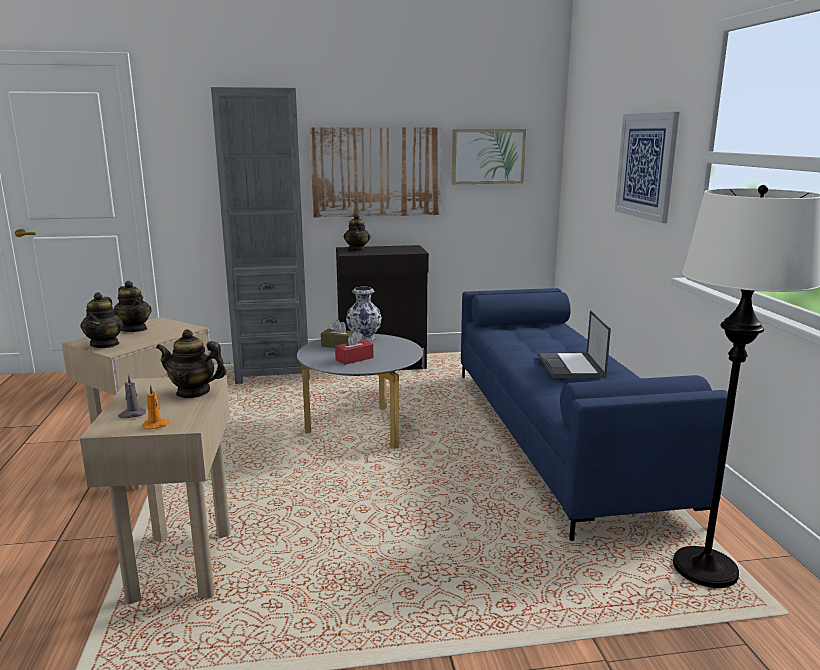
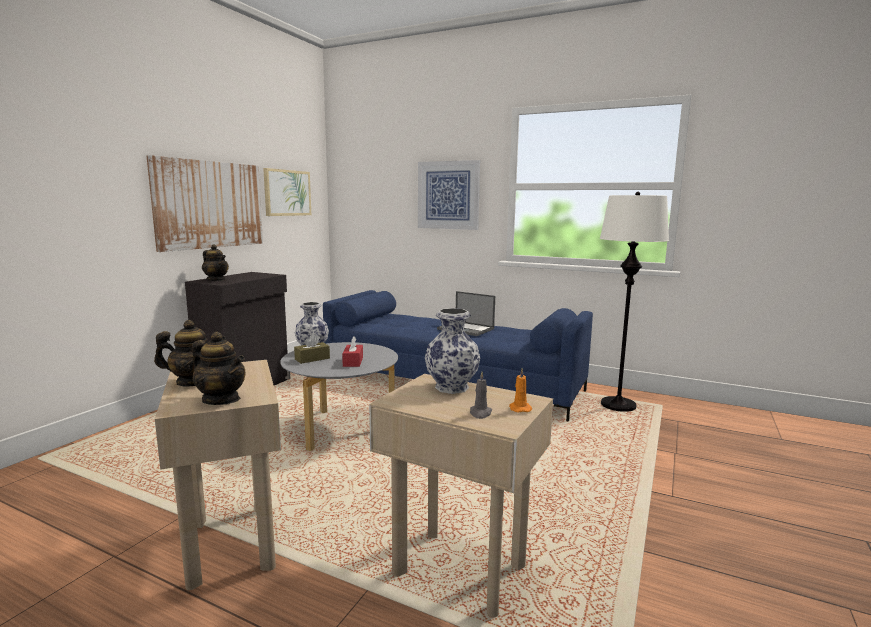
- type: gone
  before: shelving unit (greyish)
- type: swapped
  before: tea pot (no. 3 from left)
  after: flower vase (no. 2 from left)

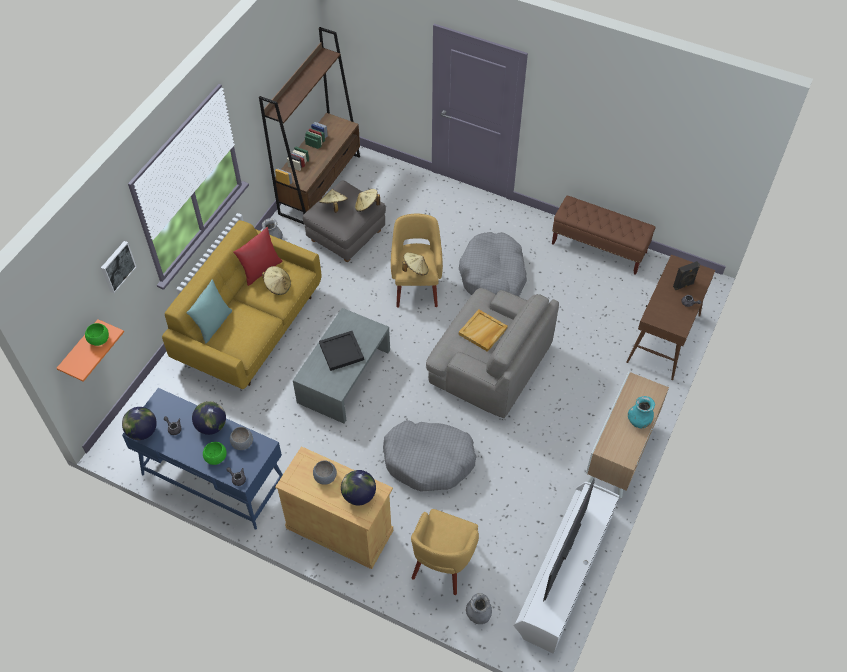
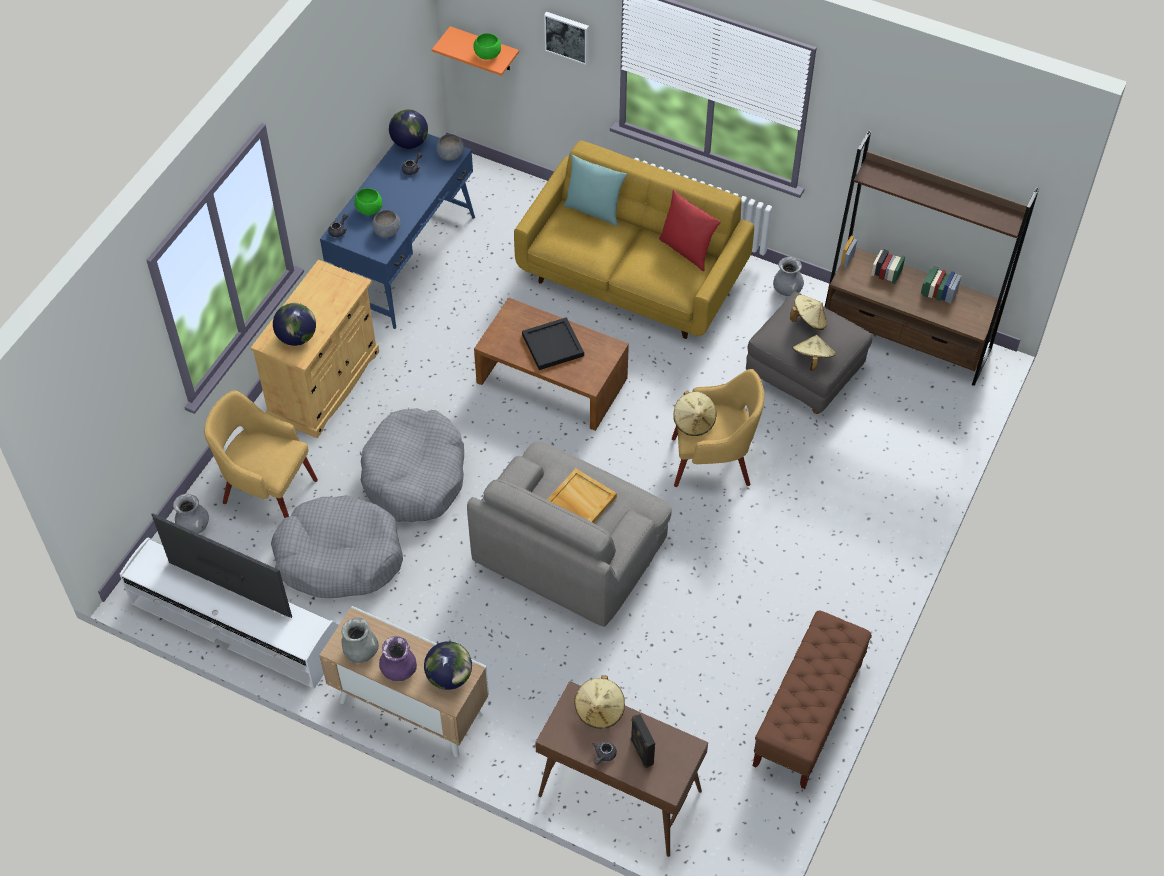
- type: new
  after: flower vase (greyish) (no. 2 from left)
- type: shifted
  before: globe (no. 2 from left in the first image)
  after: globe (no. 3 from left)
- type: shifted
  before: clothing hat (beige-coloured) (no. 1 from left)
- type: shifted
  before: bowl (greyish) (no. 2 from left)
- type: shifted
  before: pet bed (greyish) (no. 2 from left in the first image)
  after: pet bed (greyish) (no. 1 from left)
- type: repainted
  before: low table (greyish)
  after: low table (brown-coloured)
- type: repainted
  before: flower vase (turquoise-coloured)
  after: flower vase (purple-coloured)

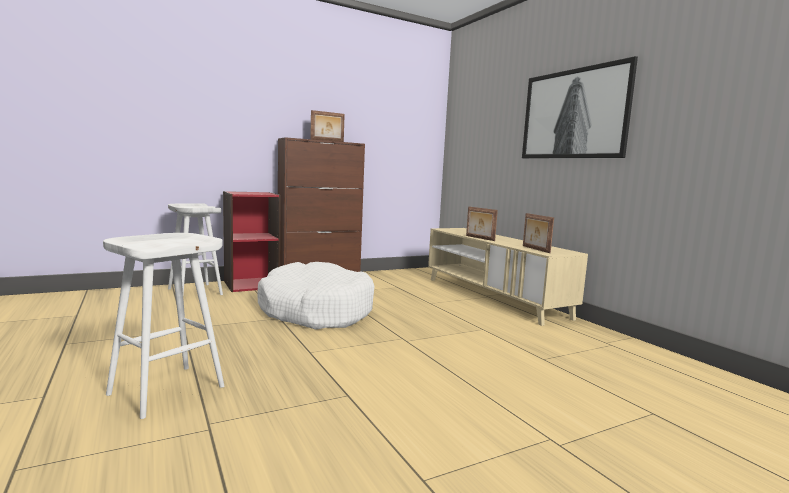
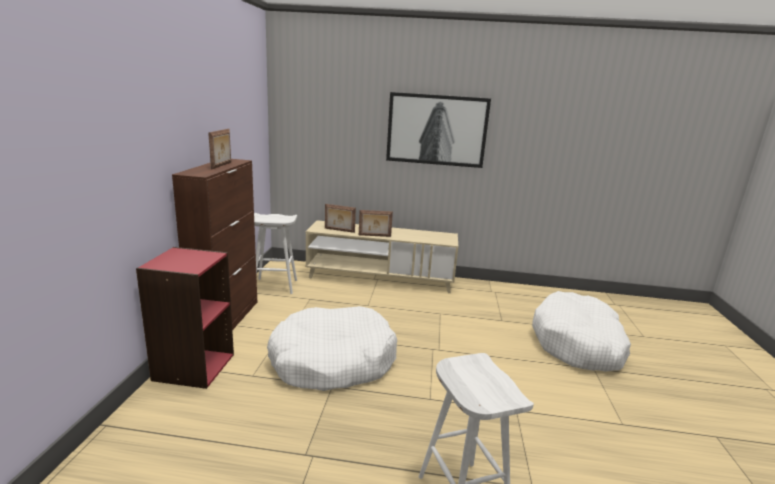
- type: new
  after: pet bed (white-coloured) (no. 2 from left)
- type: shifted
  before: stool (white-coloured) (no. 2 from left in the first image)
  after: stool (white-coloured) (no. 1 from left)
- type: shifted
  before: picture frame (no. 3 from left in the first image)
  after: picture frame (no. 2 from left)

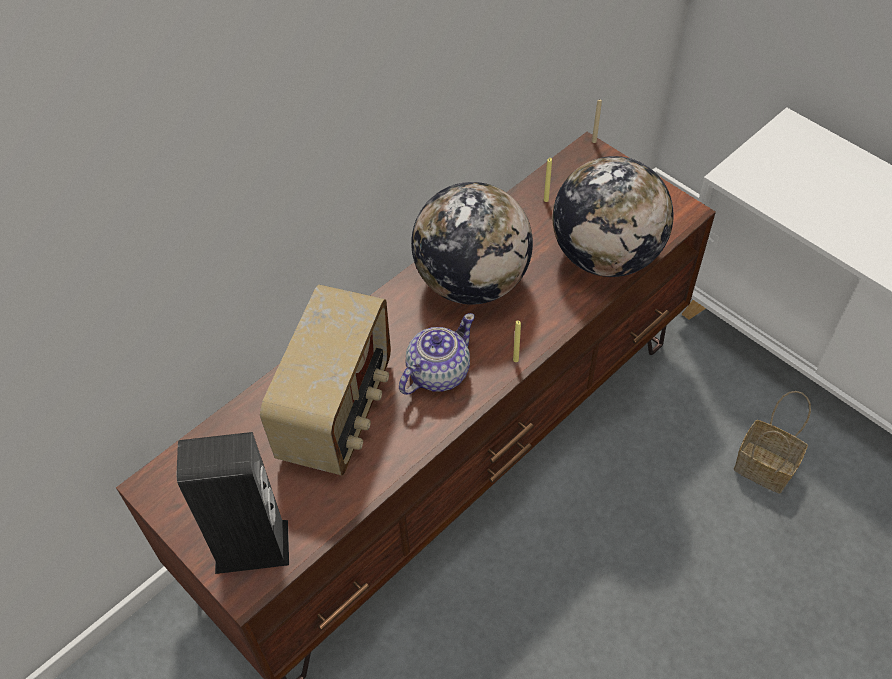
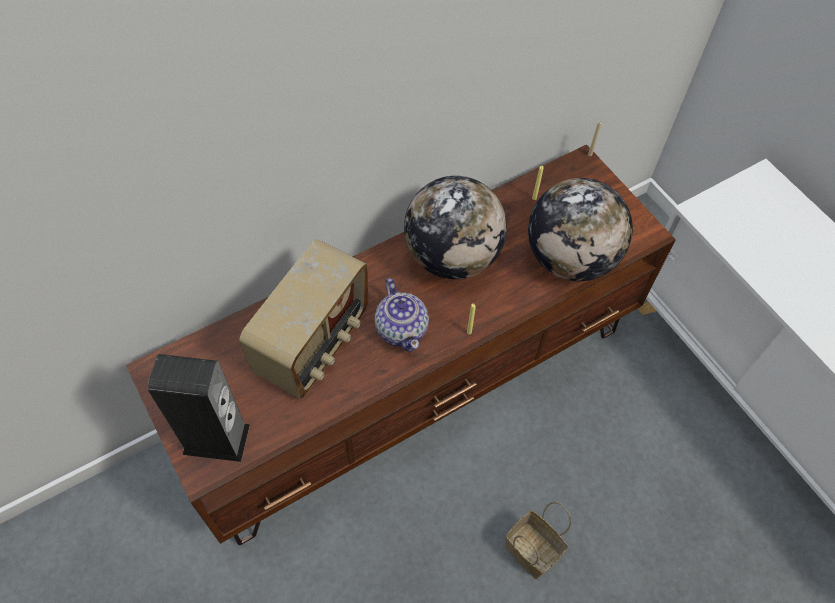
- type: shifted
  before: storage basket
- type: rotated
  before: tea pot
  turn: 105

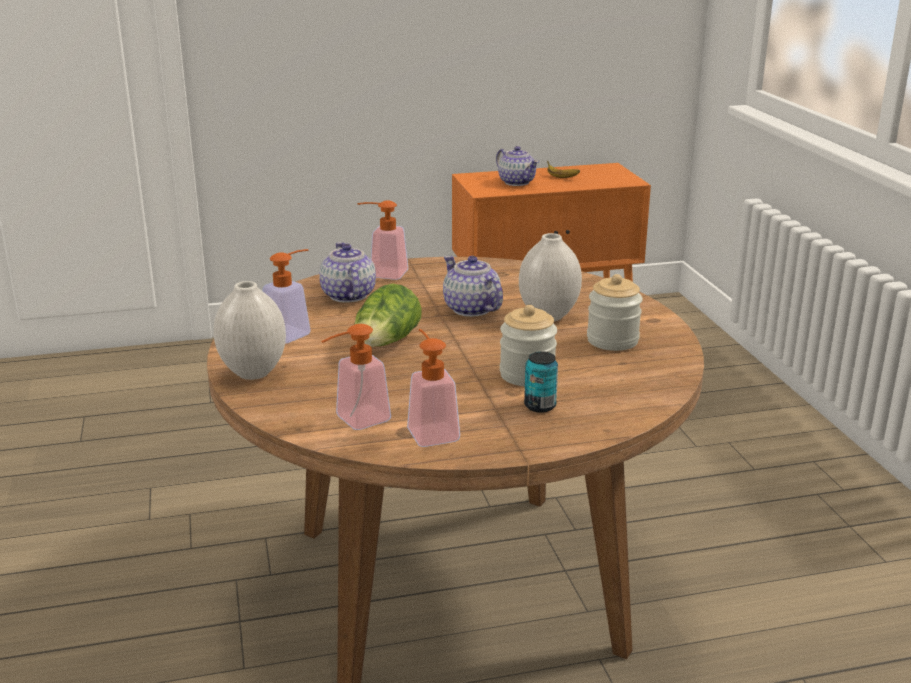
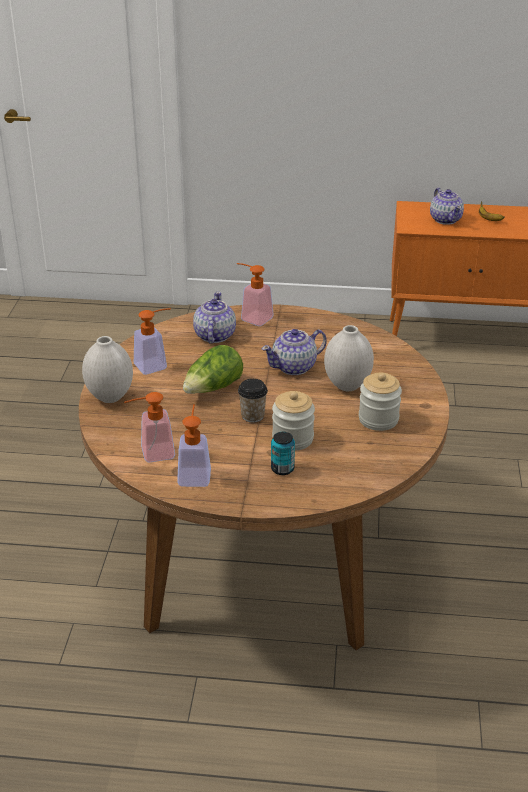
- type: new
  after: drinking cup
- type: rotated
  before: tea pot (no. 2 from left)
  turn: -105

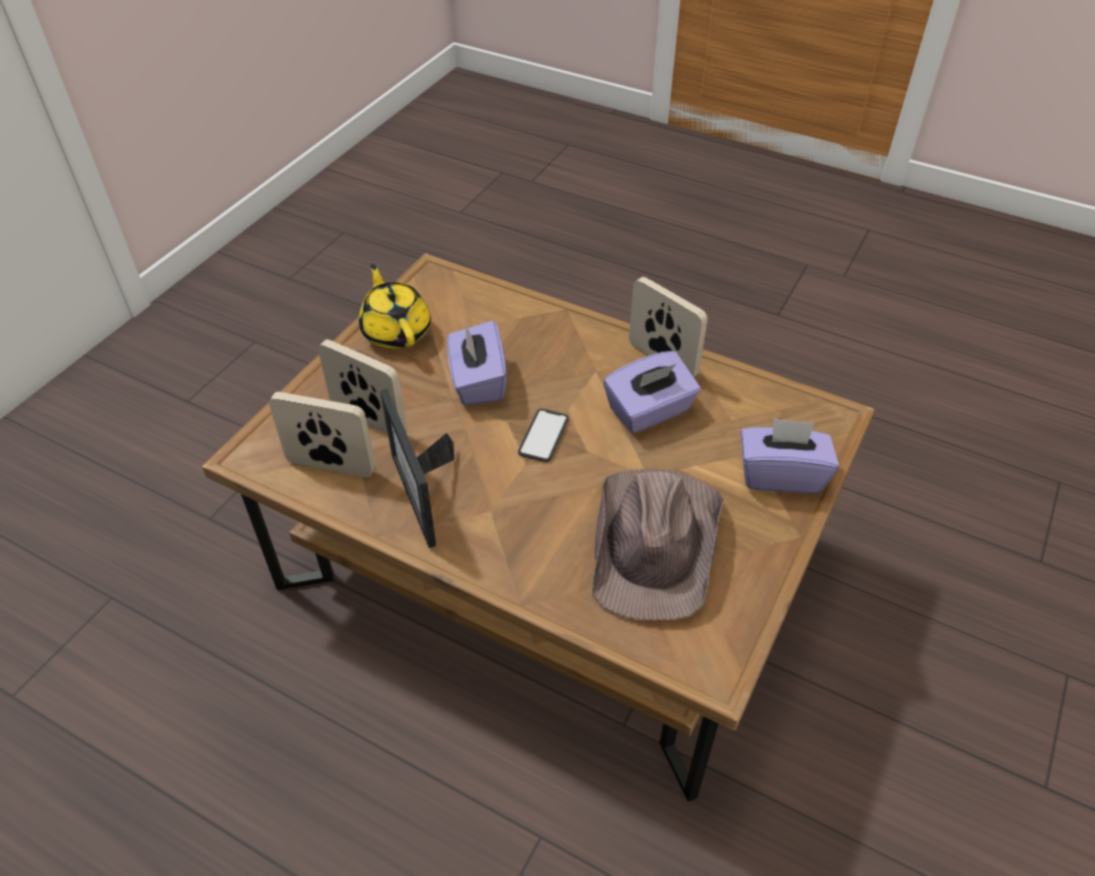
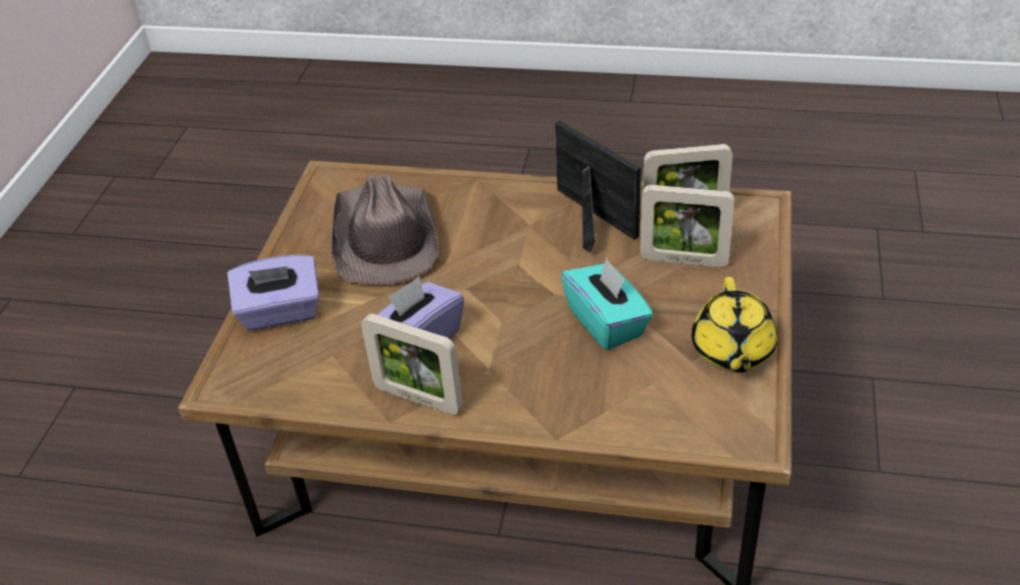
- type: gone
  before: telephone
- type: repainted
  before: box of tissues (purple-coloured) (no. 1 from left)
  after: box of tissues (turquoise-coloured)
- type: rotated
  before: tea pot (yellow-coloured)
  turn: 45

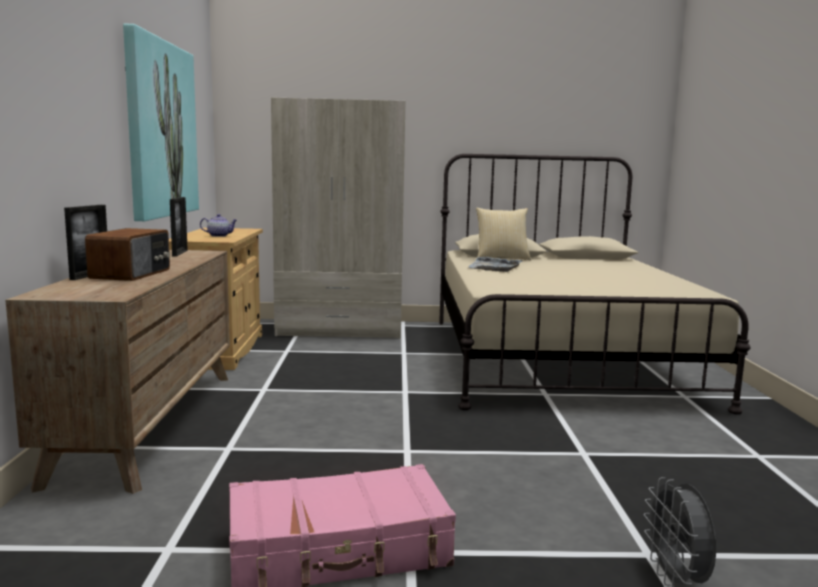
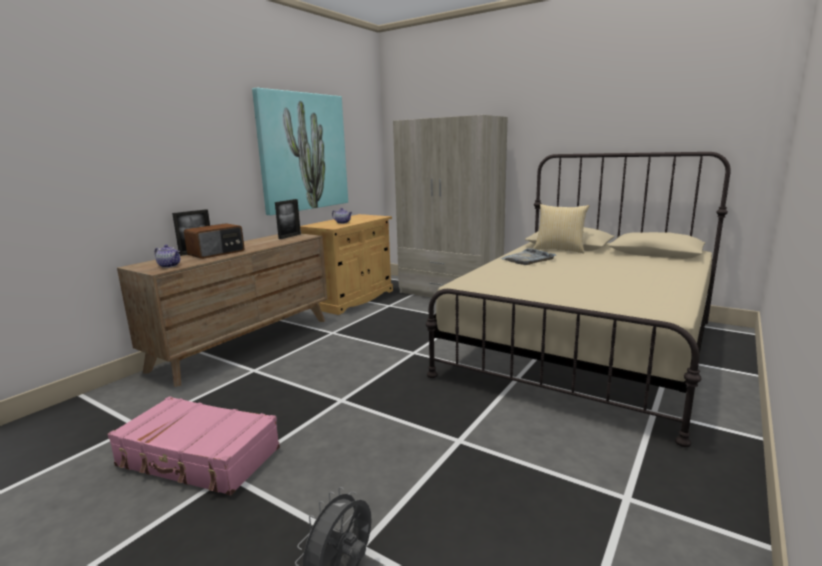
- type: new
  after: tea pot (no. 1 from left)

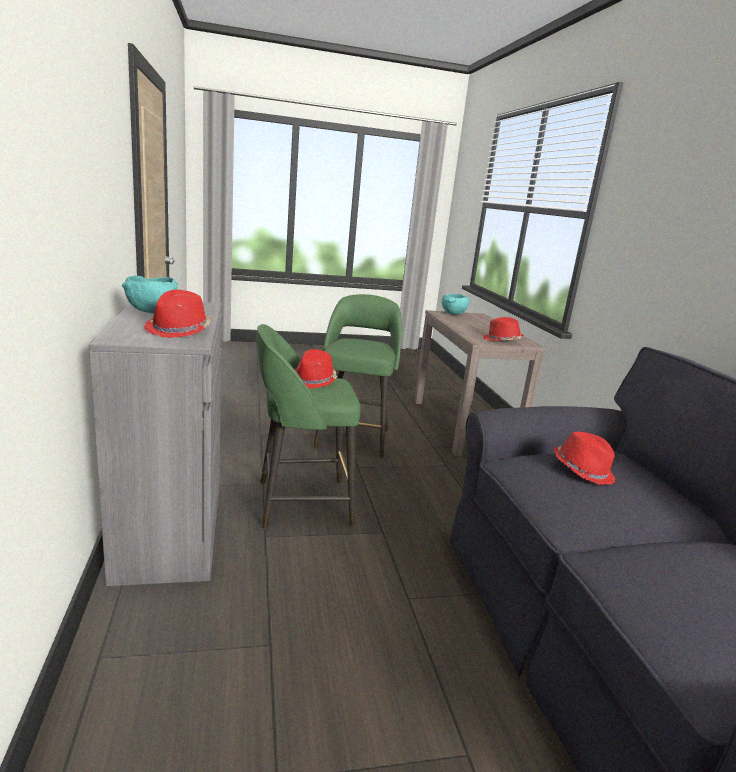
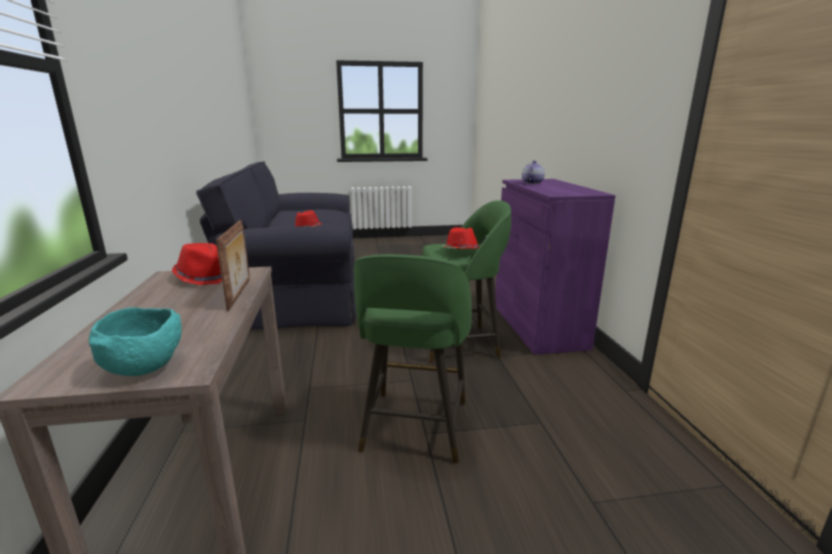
- type: gone
  before: bowl (turquoise-coloured) (no. 1 from left)
- type: new
  after: picture frame
- type: swapped
  before: clothing hat (red) (no. 1 from left)
  after: tea pot
- type: repainted
  before: cabinet (greyish)
  after: cabinet (purple-coloured)

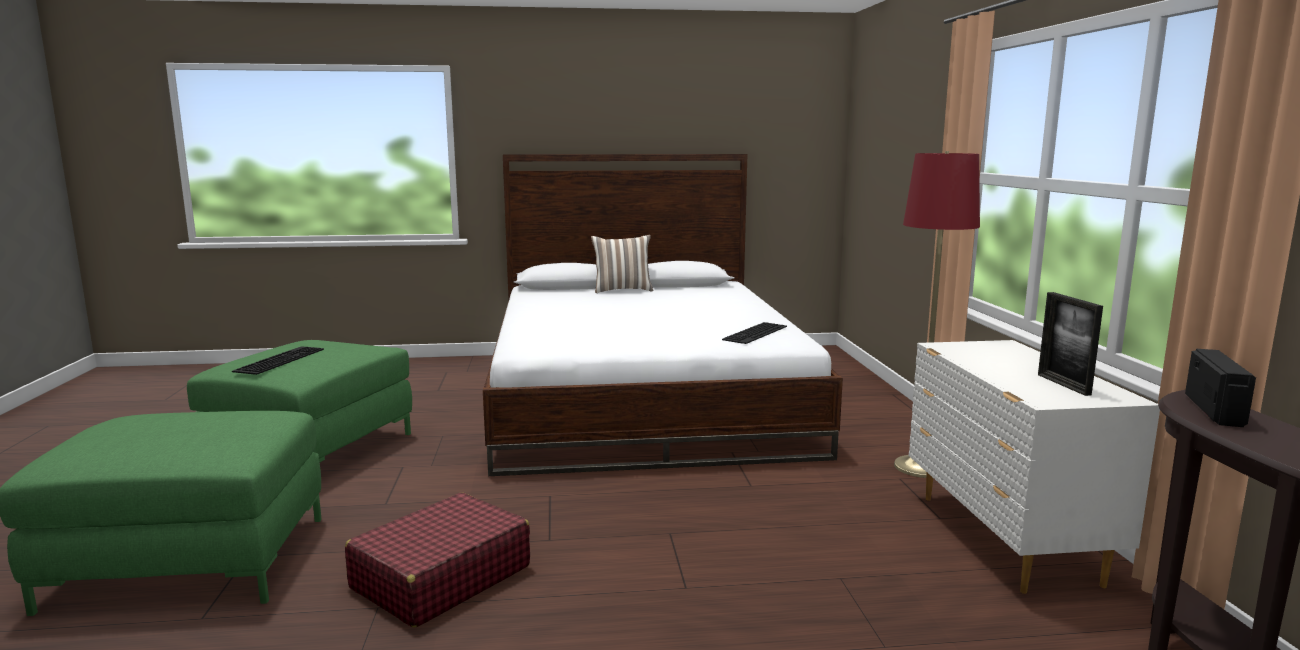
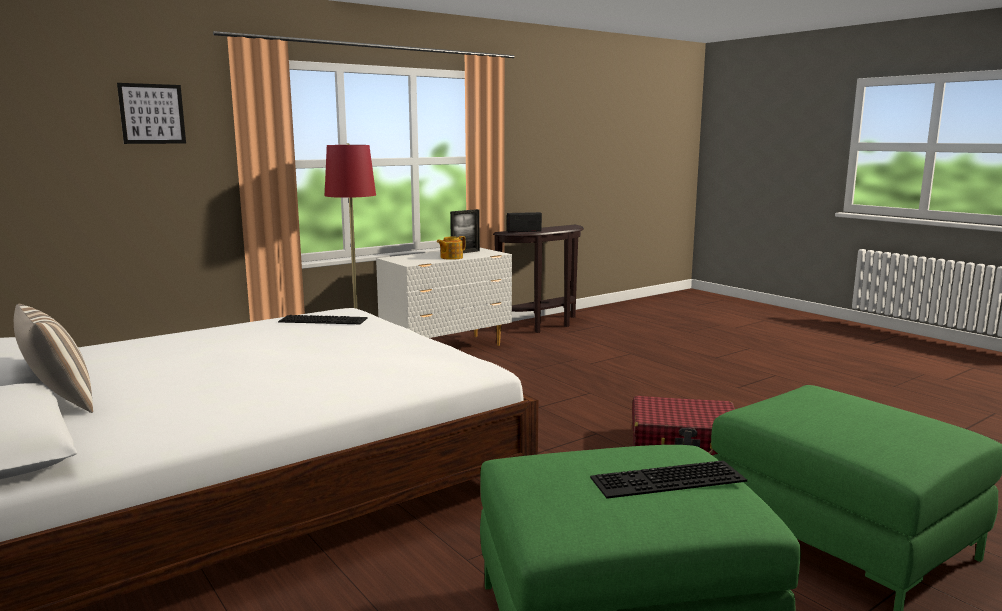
- type: new
  after: wall picture
- type: new
  after: tea pot

